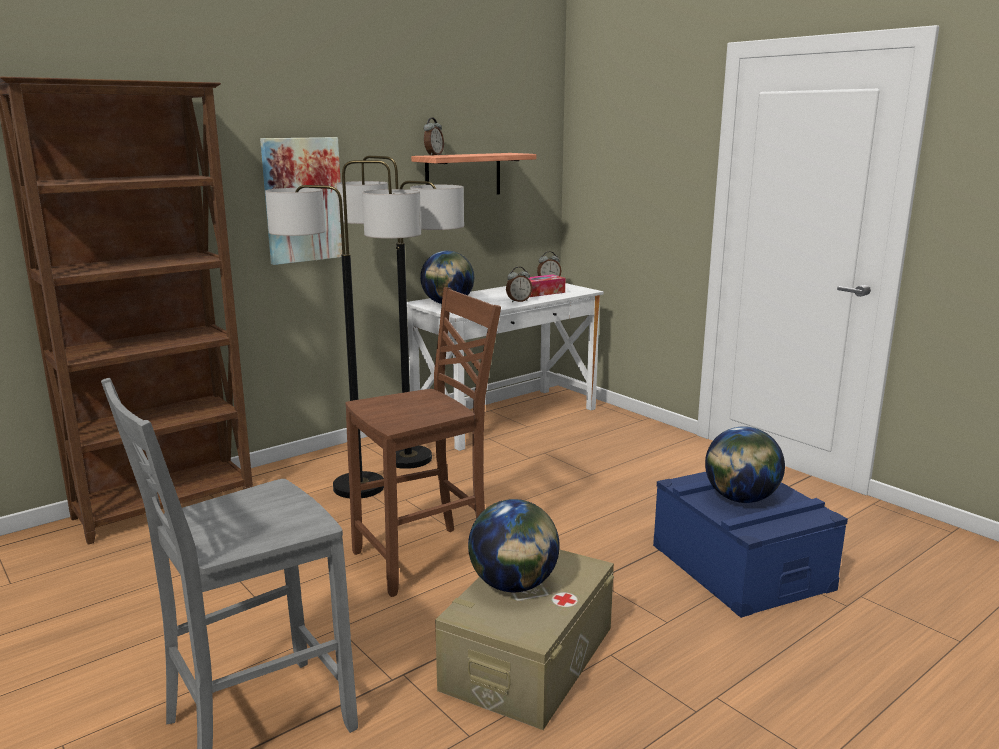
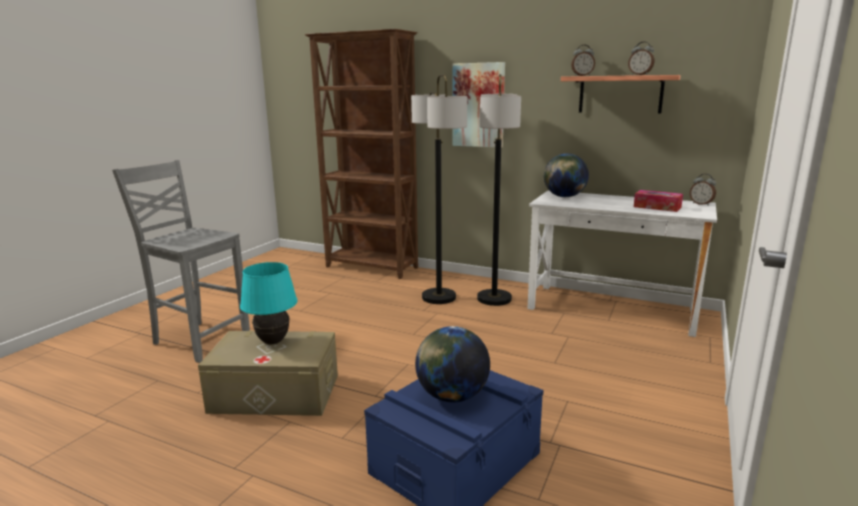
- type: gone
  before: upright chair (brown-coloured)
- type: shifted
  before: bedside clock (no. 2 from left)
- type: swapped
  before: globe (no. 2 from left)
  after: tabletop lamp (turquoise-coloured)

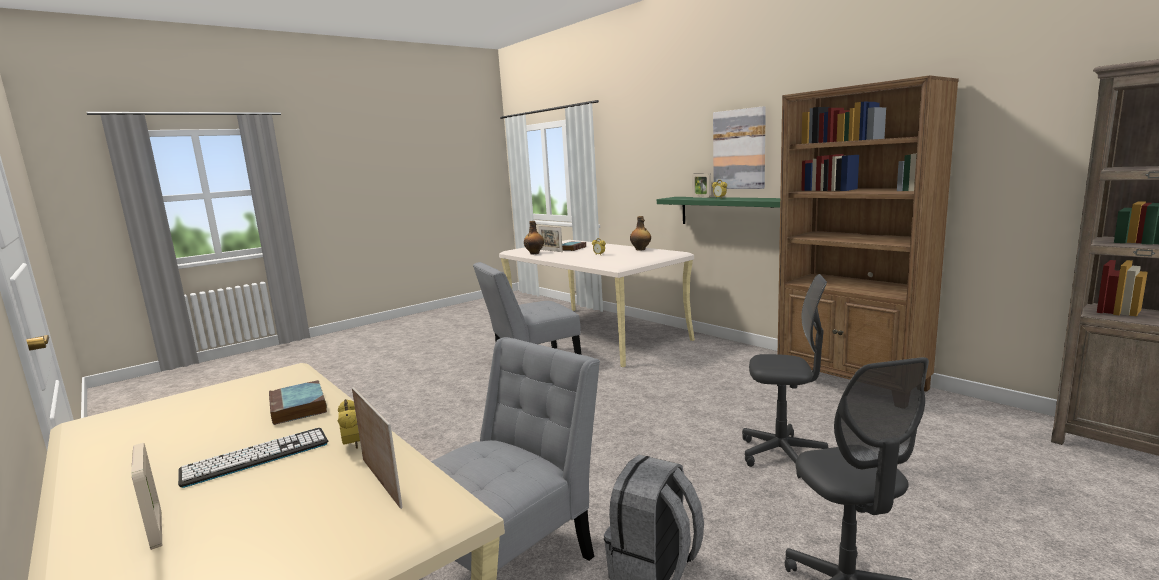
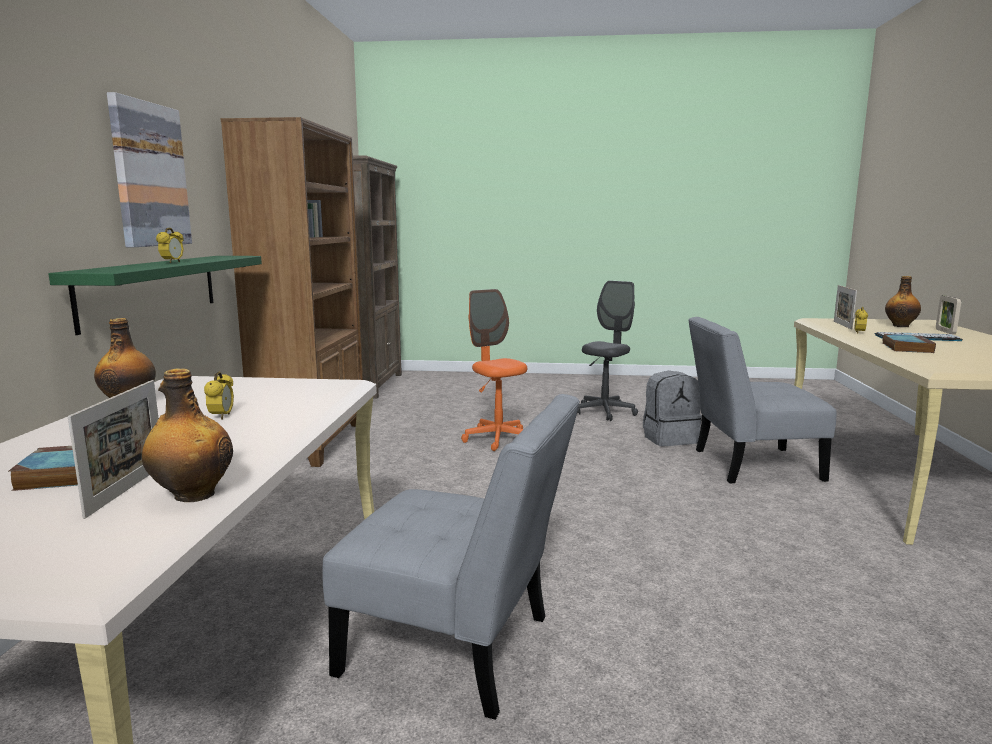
- type: gone
  before: picture frame (no. 4 from left)
- type: new
  after: bottle (no. 3 from left)
- type: repainted
  before: desk chair (greyish) (no. 1 from left)
  after: desk chair (orange-coloured)

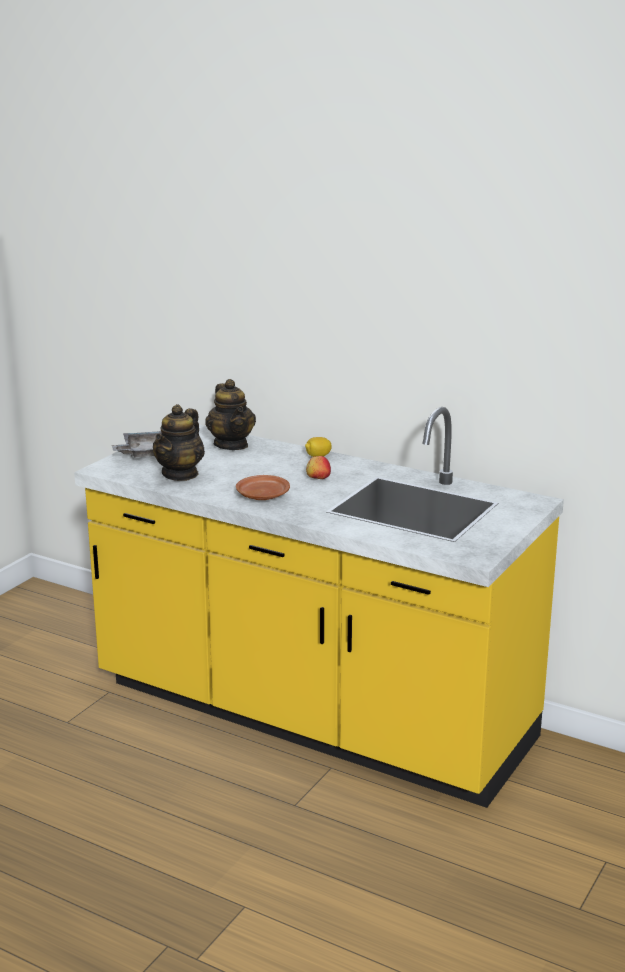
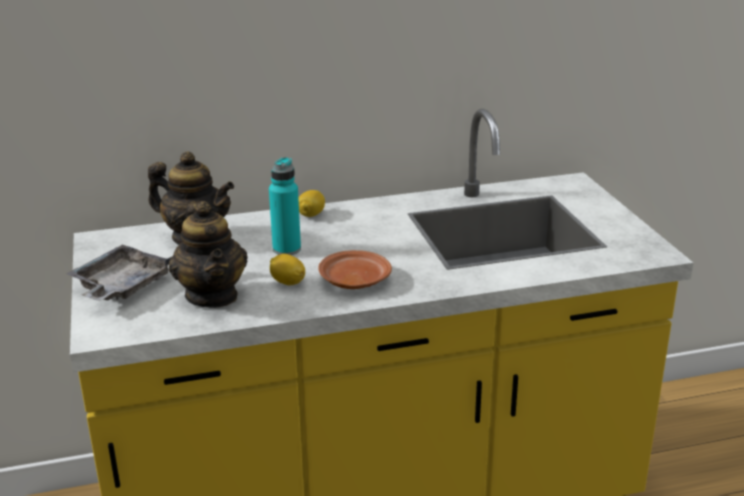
- type: gone
  before: whole apple
- type: new
  after: bottle (turquoise-coloured)
- type: new
  after: whole lemon (no. 1 from left)

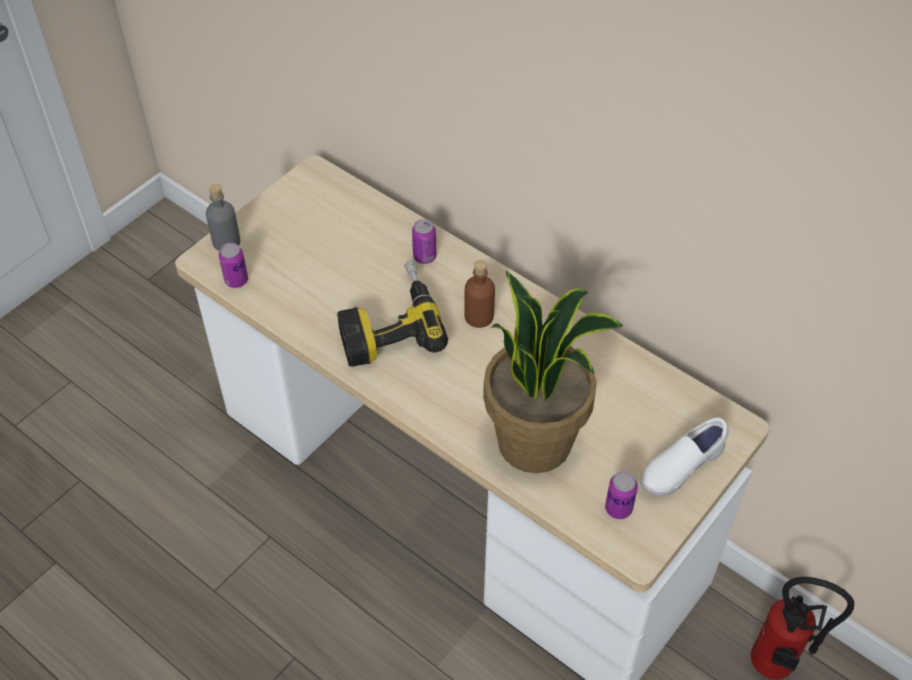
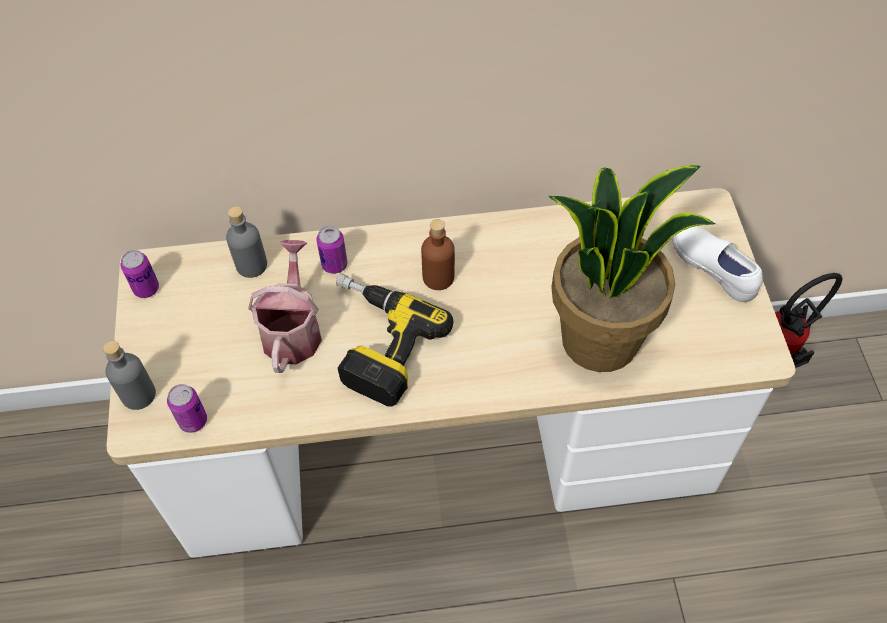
- type: new
  after: bottle (greyish) (no. 2 from left)
- type: new
  after: sprinkling can
- type: shifted
  before: sealed can (no. 3 from left in the first image)
  after: sealed can (no. 1 from left)
- type: rotated
  before: low shoe (white-coloured)
  turn: 135

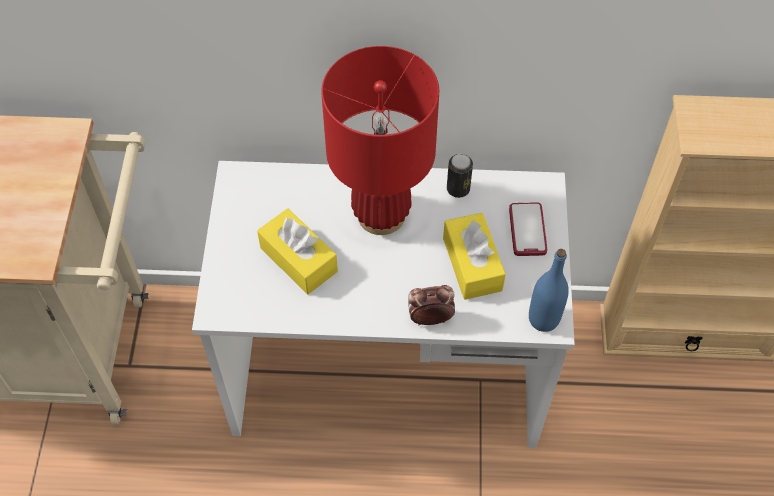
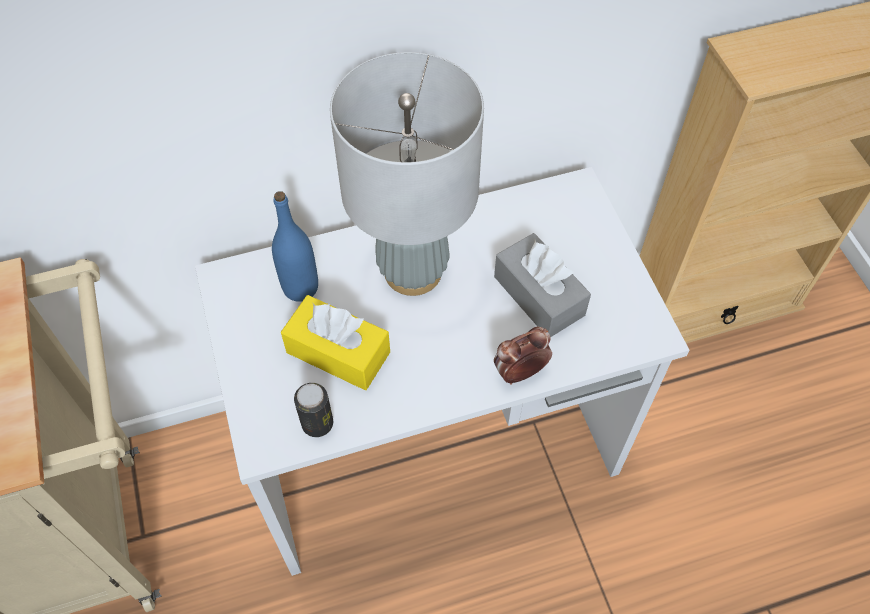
- type: gone
  before: telephone
- type: shifted
  before: sealed can
- type: shifted
  before: bottle (bluish)
- type: repainted
  before: tabletop lamp (red)
  after: tabletop lamp (greyish)
- type: repainted
  before: box of tissues (yellow-coloured) (no. 2 from left)
  after: box of tissues (greyish)

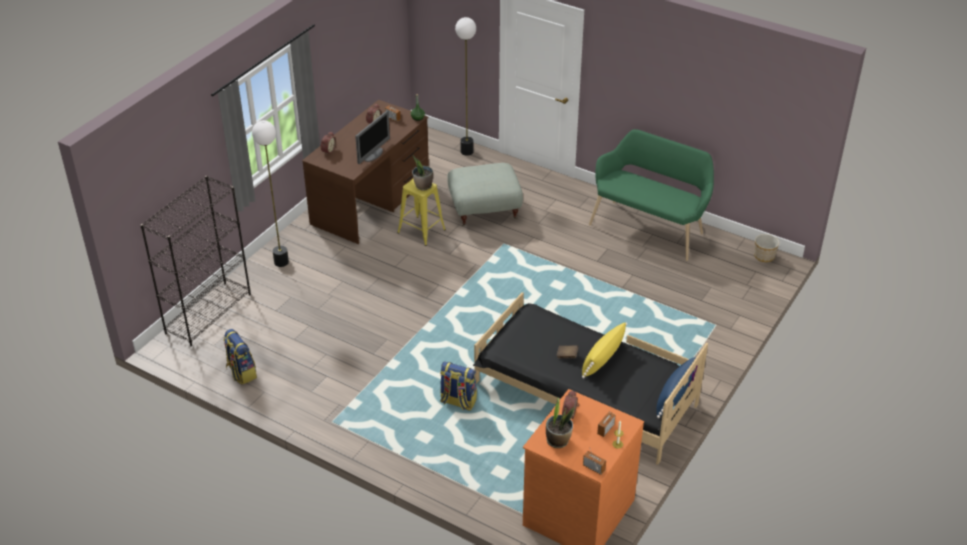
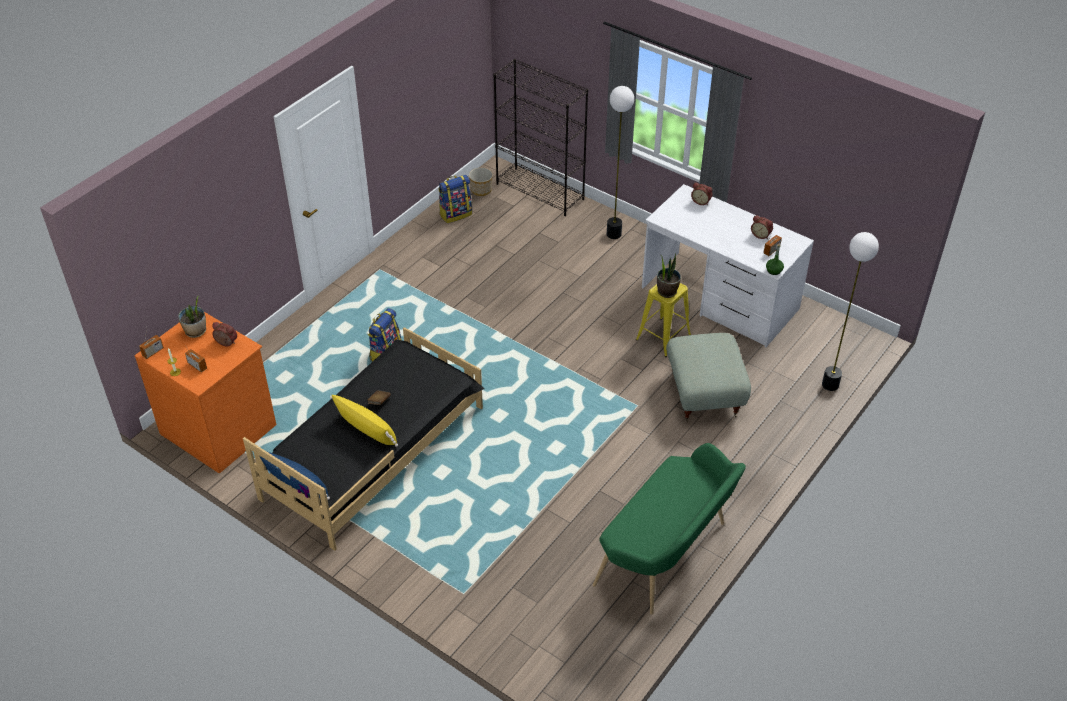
- type: gone
  before: computer display
- type: shifted
  before: plant pot
- type: repainted
  before: desk unit (brown-coloured)
  after: desk unit (white-coloured)

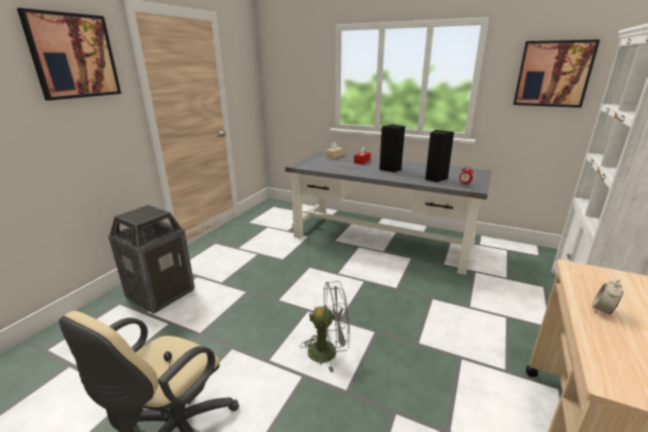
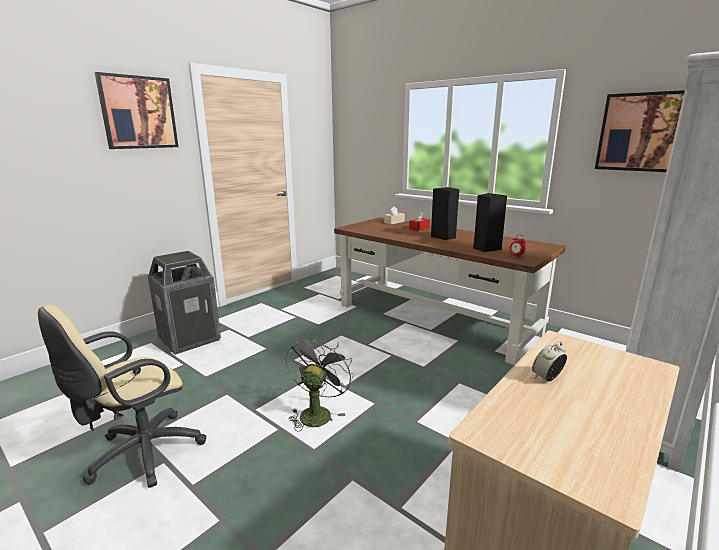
- type: repainted
  before: desk unit (greyish)
  after: desk unit (brown-coloured)
- type: rotated
  before: cooling fan (greyish)
  turn: -90

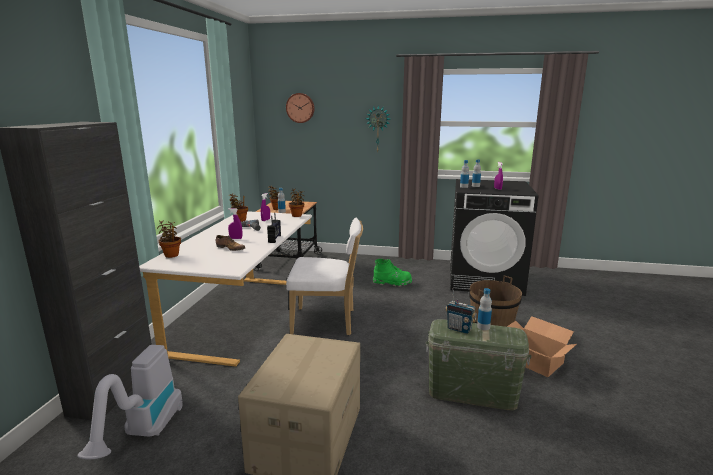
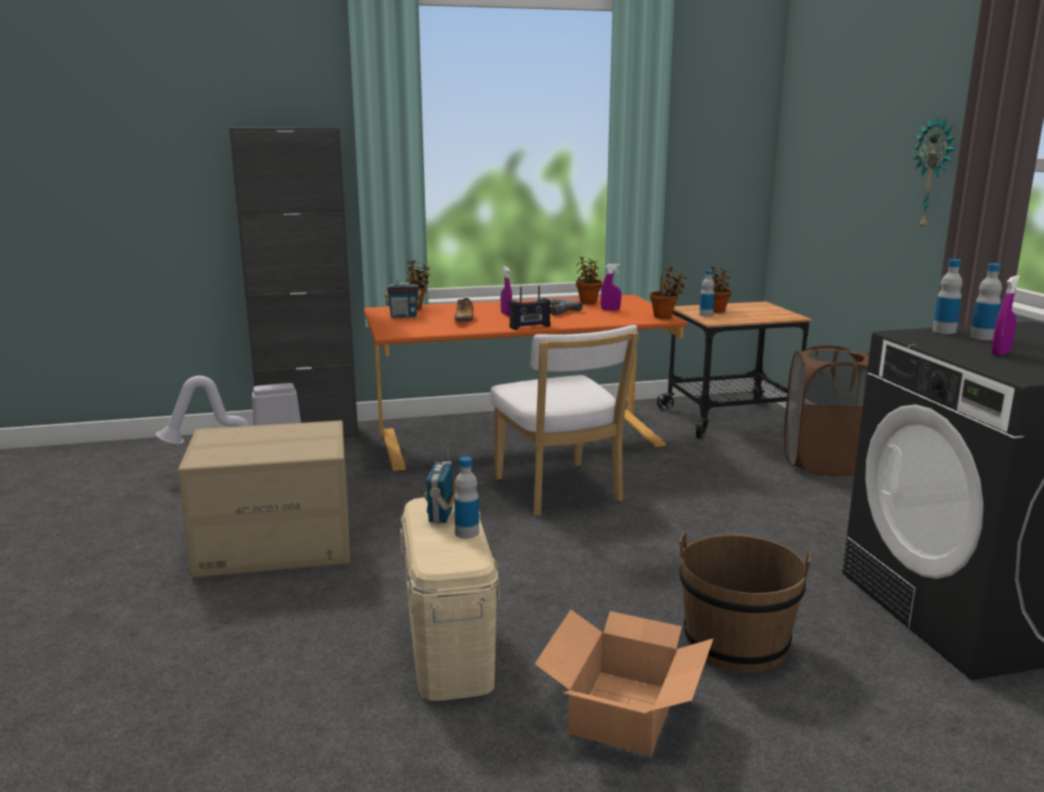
- type: gone
  before: clock on the wall (no. 1 from left)
- type: gone
  before: high-top boot (greenish)
- type: new
  after: radio (no. 1 from left)
- type: new
  after: washing basket (brown-coloured)
- type: repainted
  before: desk unit (white-coloured)
  after: desk unit (orange-coloured)
- type: repainted
  before: storage container (greenish)
  after: storage container (beige-coloured)

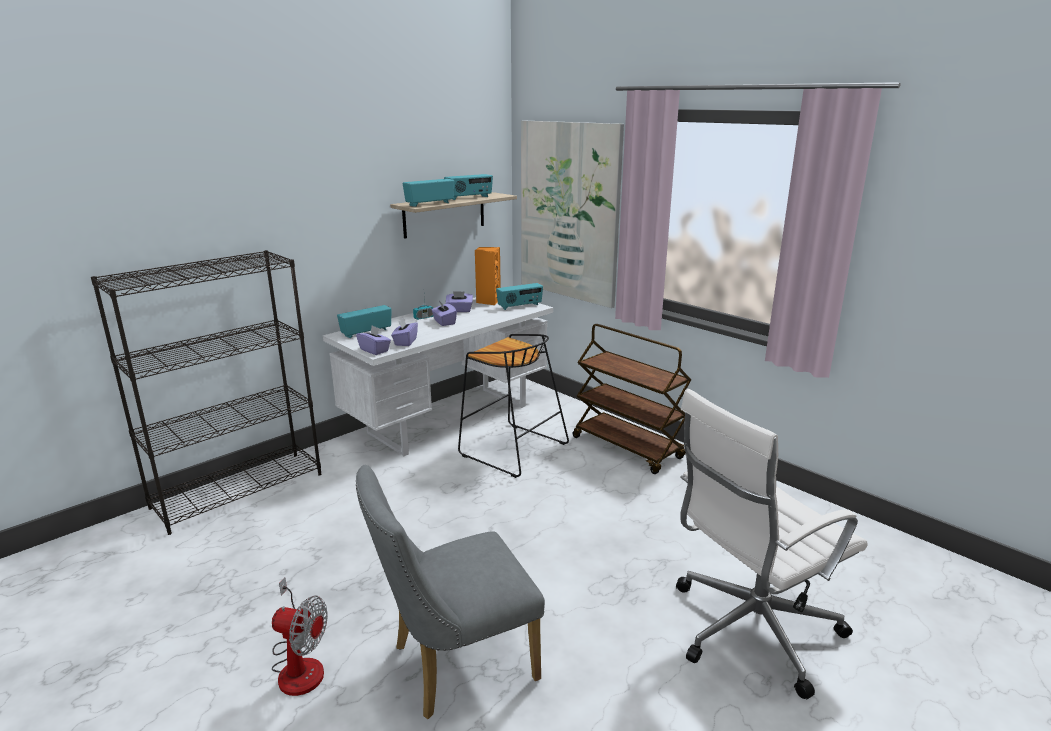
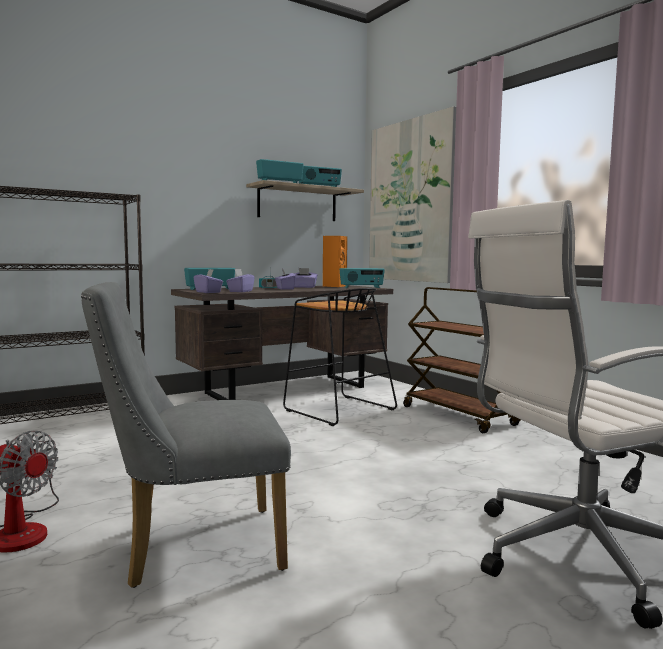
- type: repainted
  before: desk unit (white-coloured)
  after: desk unit (brown-coloured)

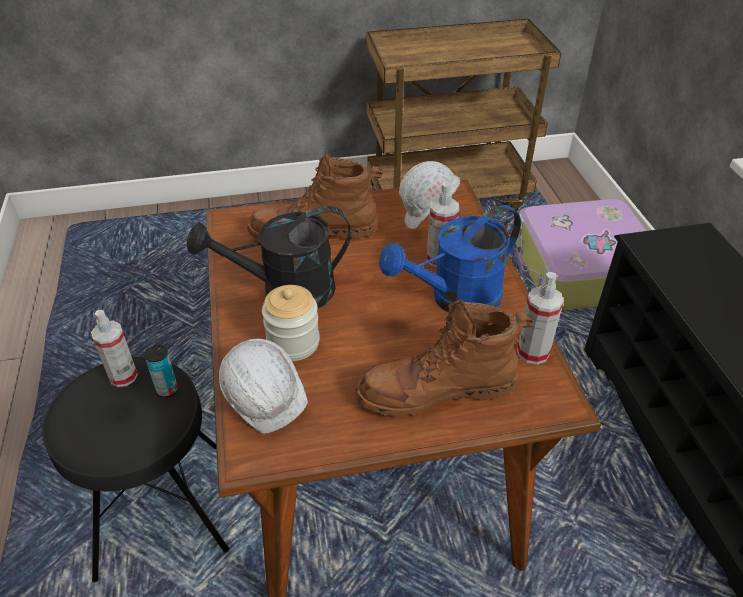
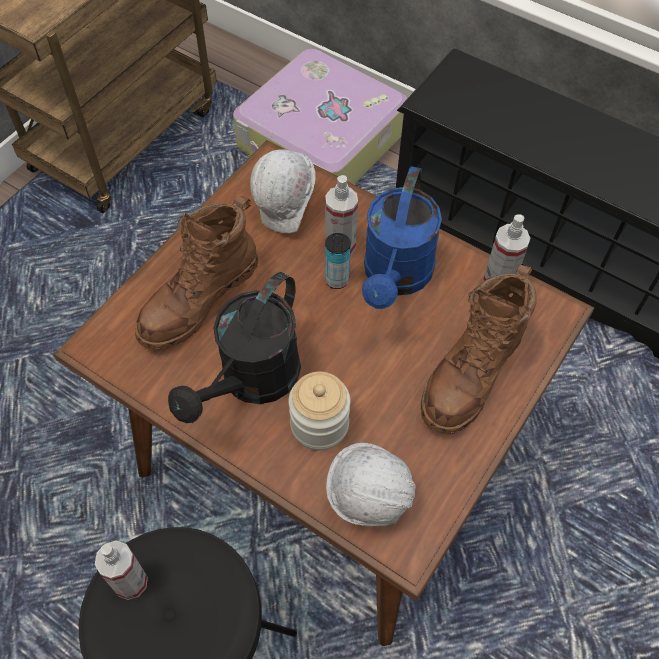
- type: shifted
  before: sealed can

